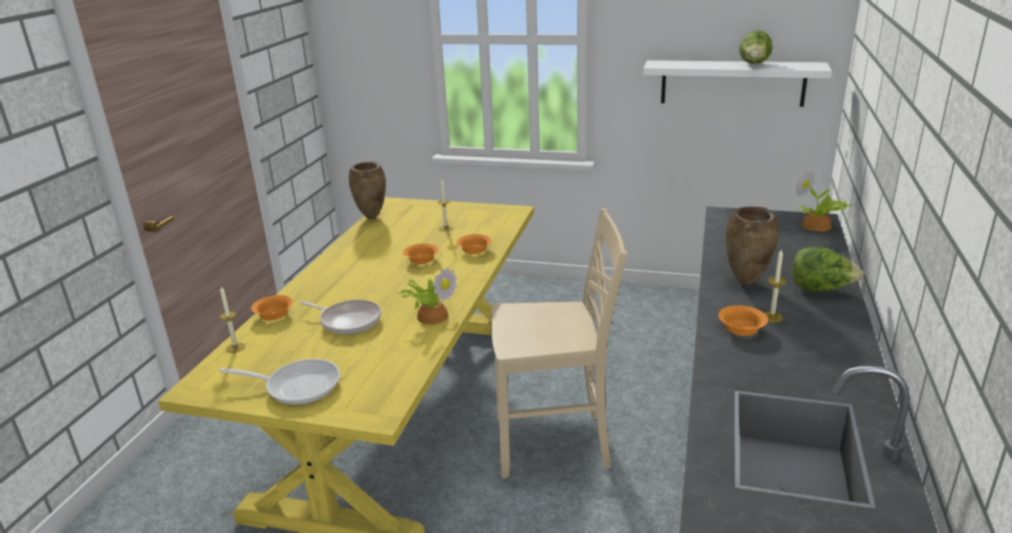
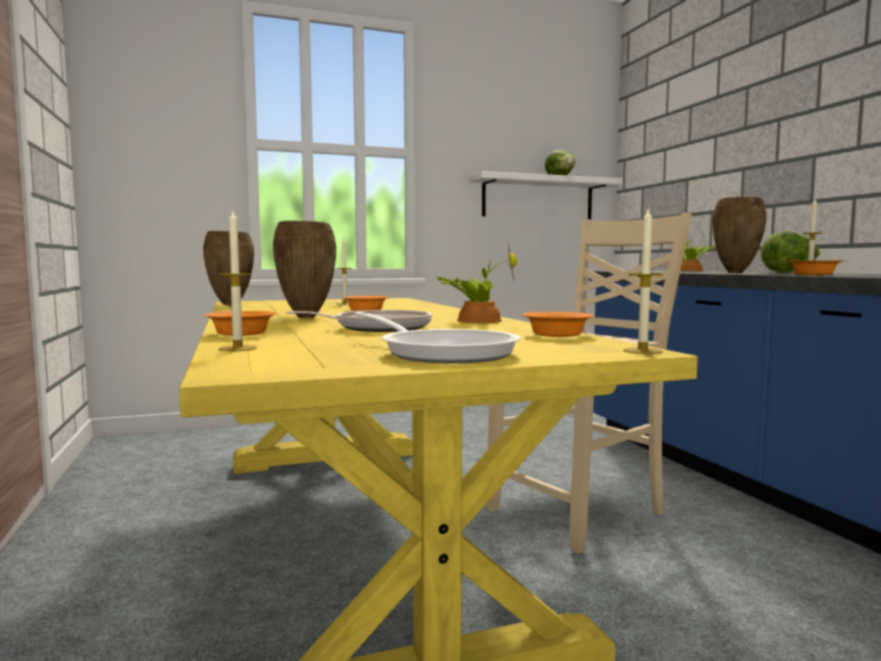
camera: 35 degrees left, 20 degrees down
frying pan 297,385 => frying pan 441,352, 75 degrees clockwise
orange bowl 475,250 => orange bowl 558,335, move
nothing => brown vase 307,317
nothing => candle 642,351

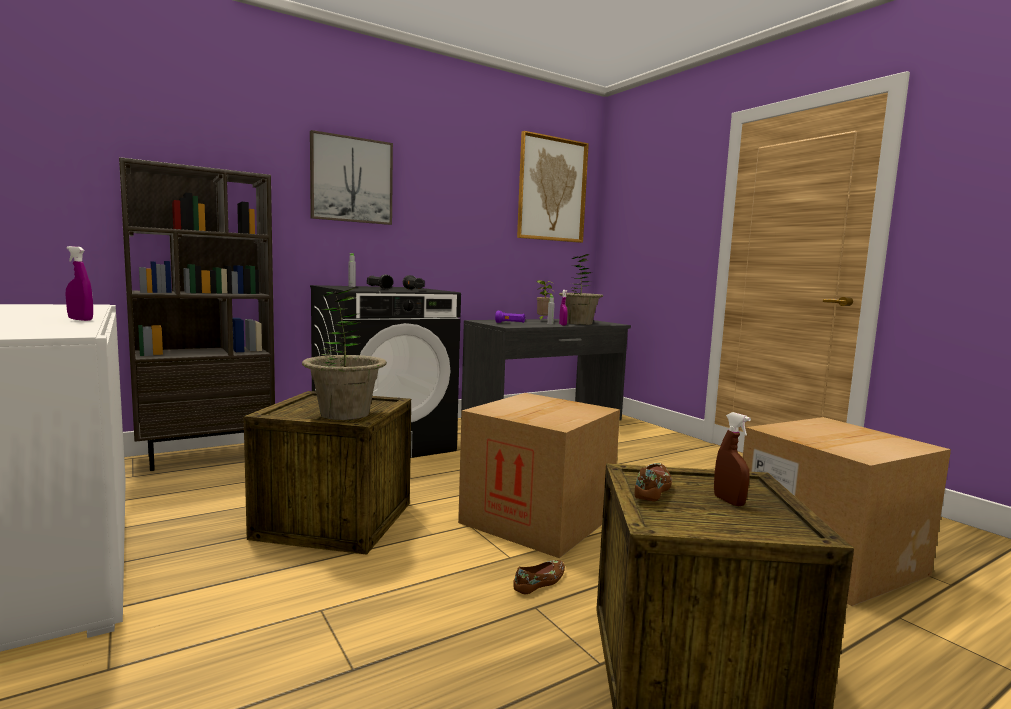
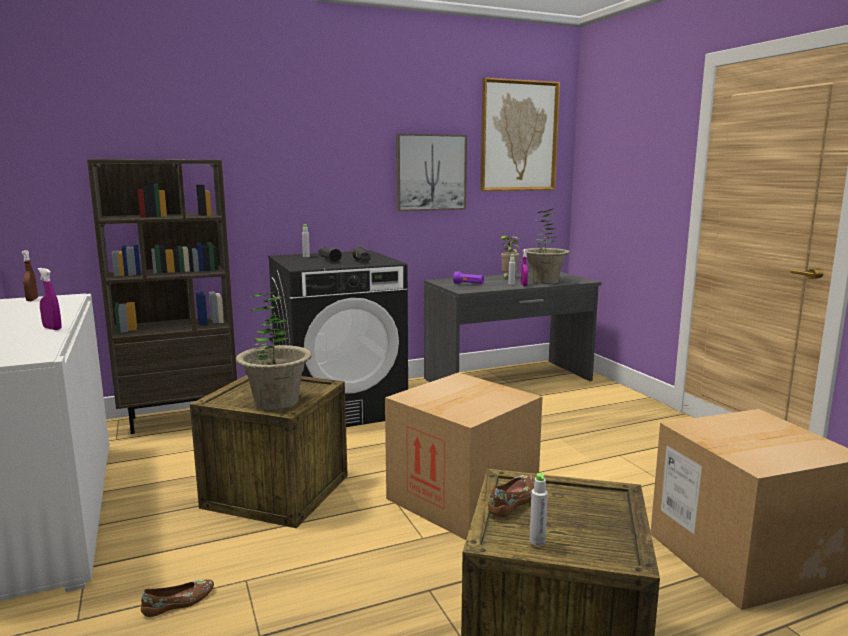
camera: 10 degrees right, 5 degrees up
picture 351,180 => picture 431,172, move
brown shoe 540,582 => brown shoe 179,603, move
brown spray bottle 729,501 => brown spray bottle 32,300, move
nothing => grey bottle 537,541

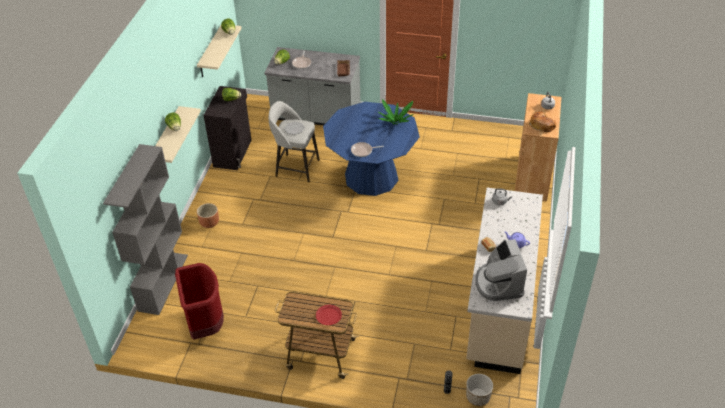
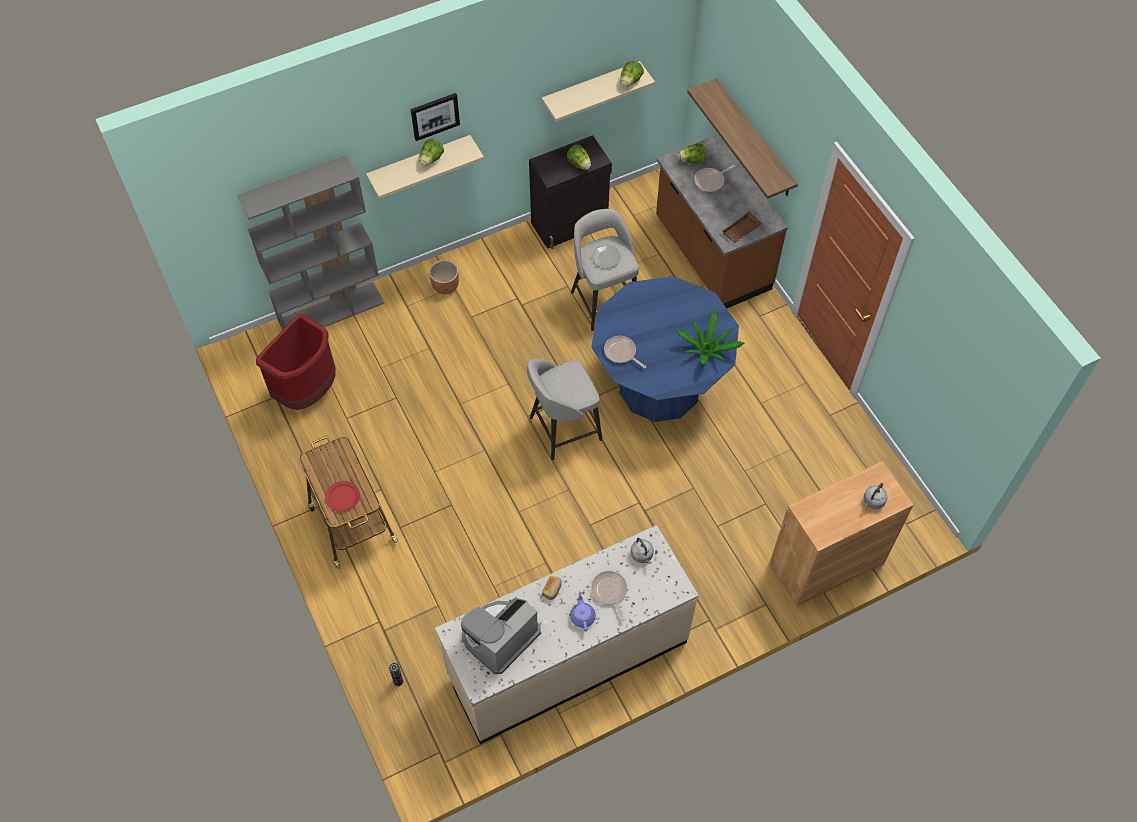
camera: 50 degrees right, 15 degrees up
grey counter 316,116 => brown counter 711,255
planter 478,397 => nothing
bread 542,125 => nothing
nothing => picture 434,116
nothing => grey stool 563,429
nothing => frying pan 609,592
nothing => shelf 754,139

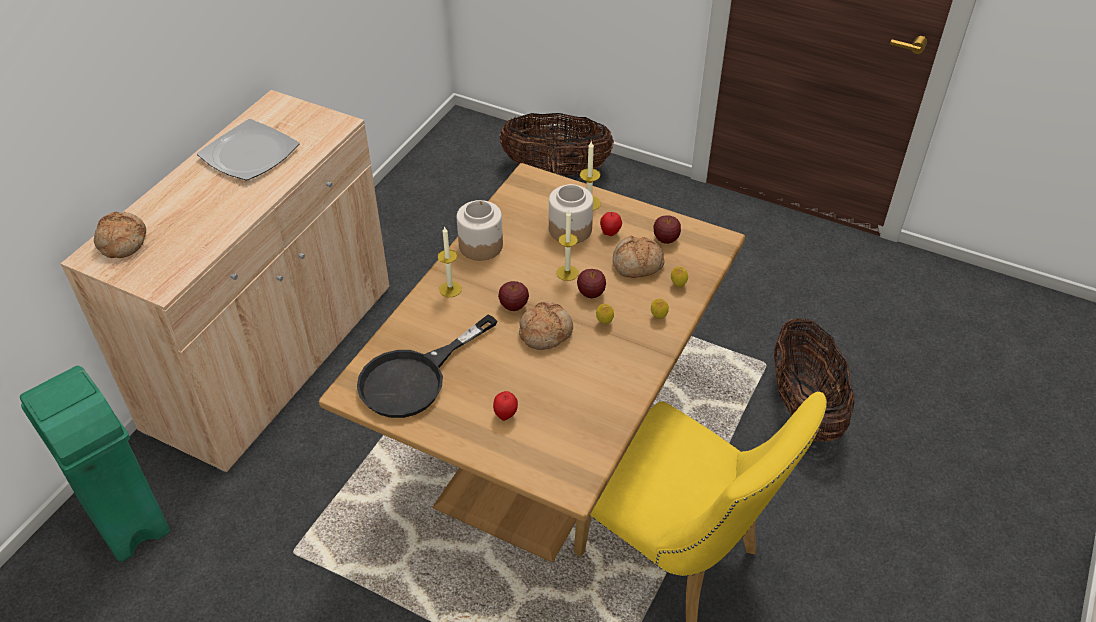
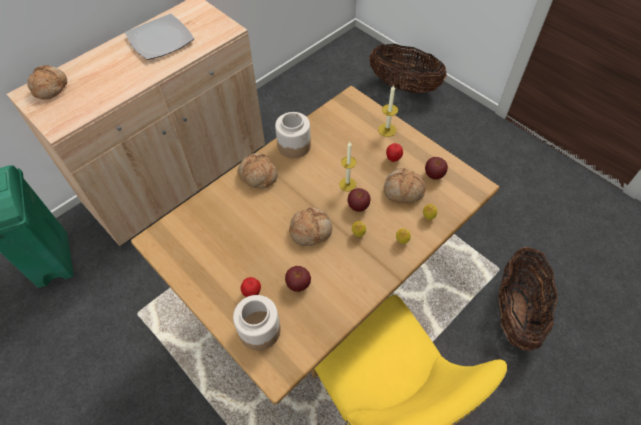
camera: 20 degrees right, 10 degrees up
black frying pan 414,378 => nothing
candle 450,289 => bread 258,175
apple 513,306 => apple 298,284, move
jar 570,229 => jar 260,330, move

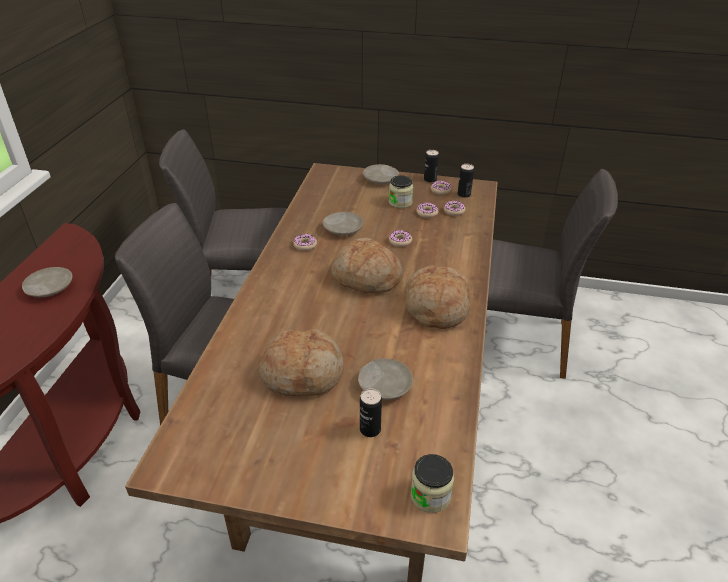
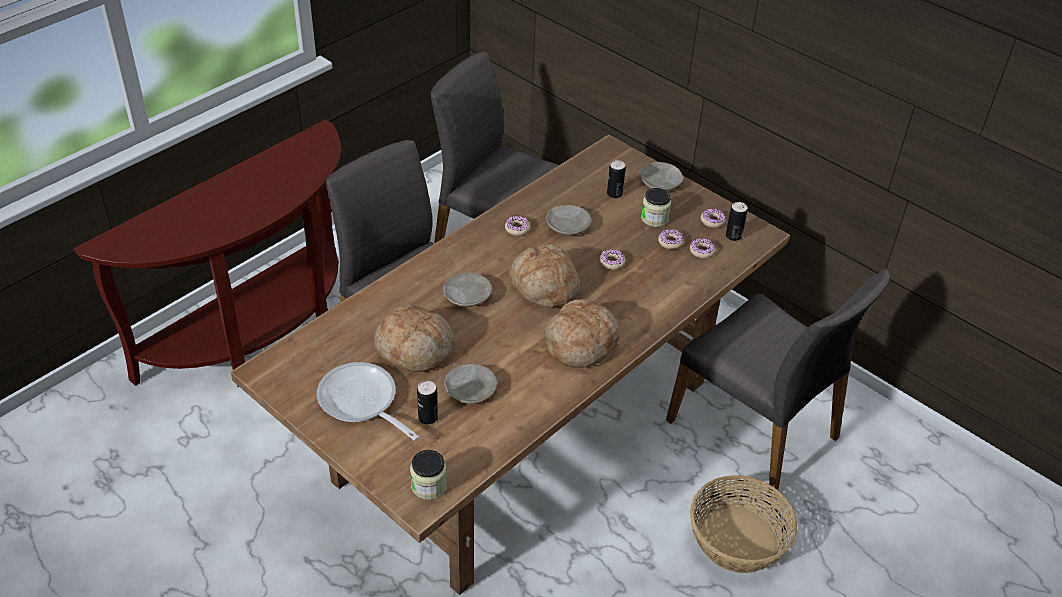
camera: 30 degrees right, 5 degrees up
beige plate 49,288 => beige plate 467,296, move
can 430,179 => can 614,194, move
nothing => frying pan 361,402
nothing => basket 738,540

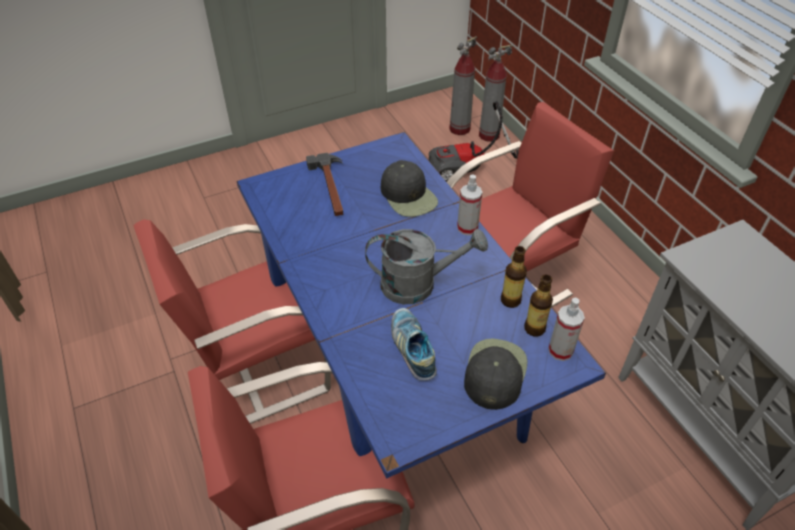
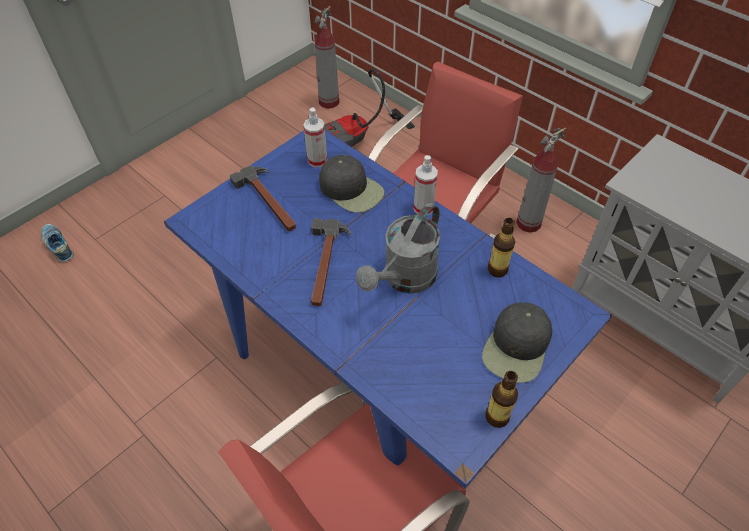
camera: 20 degrees left, 5 degrees up
red chair 258,365 => nothing
grey watering can 418,284 => grey watering can 404,279, 150 degrees clockwise
shoe 413,348 => shoe 58,246, move
black cap 494,373 => black cap 517,347, 150 degrees counterclockwise
fire extinguisher 489,135 => fire extinguisher 528,223, move
bottle 534,328 => bottle 497,417, move
spray bottle 560,350 => spray bottle 317,160, move
nothing => hammer 325,264

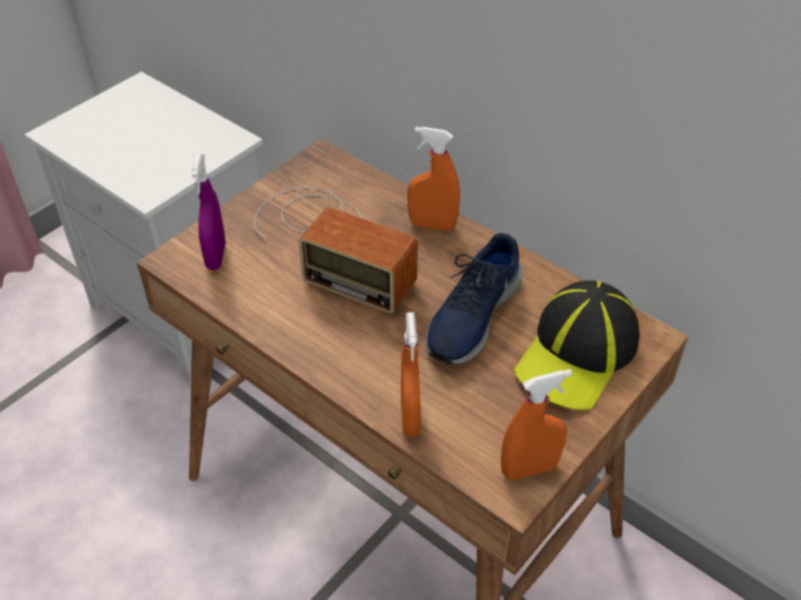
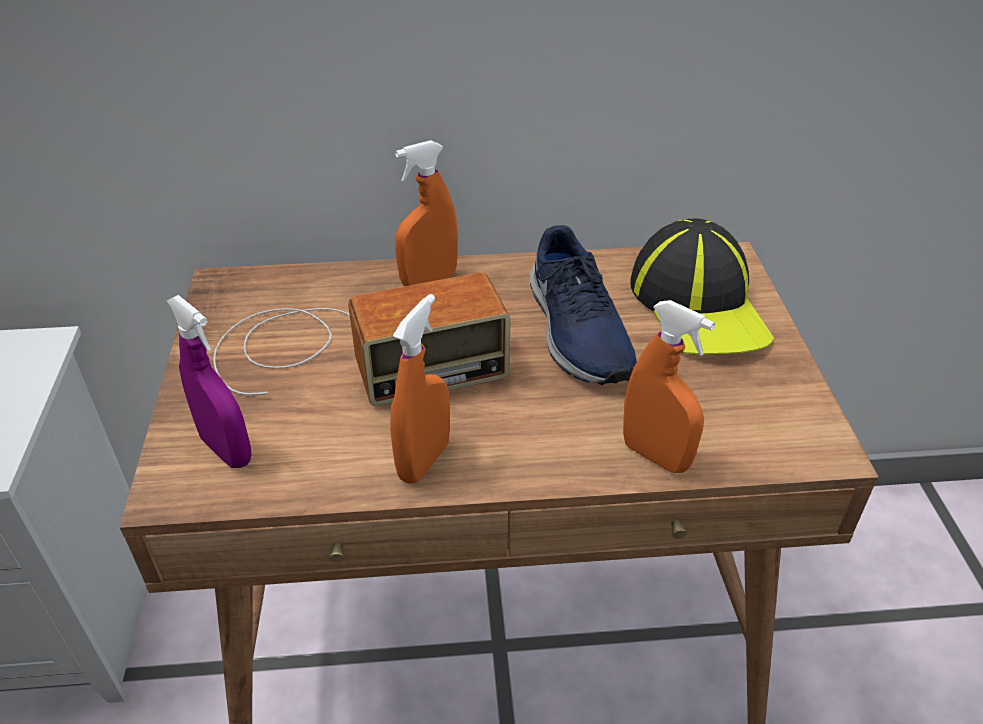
camera: 45 degrees left, 5 degrees down
orange spray bottle 529,469 => orange spray bottle 424,461, move

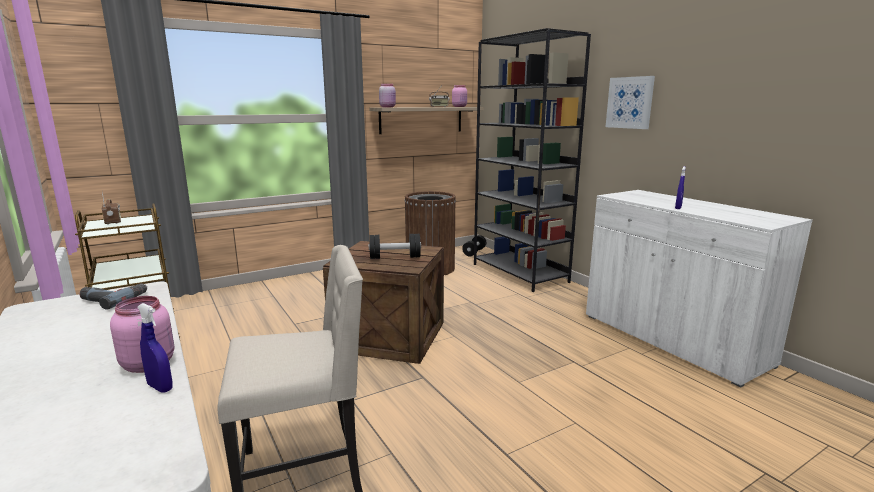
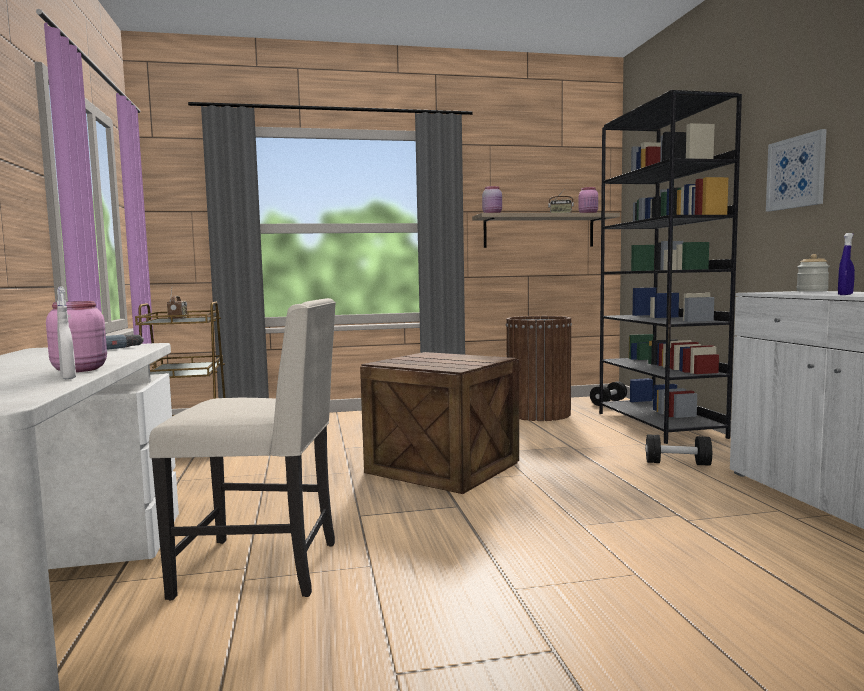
camera: 20 degrees right, 10 degrees down
blue spray bottle 160,387 => white spray bottle 68,378
black dumbbell 395,257 => black dumbbell 677,463, move
nothing => jar 812,291

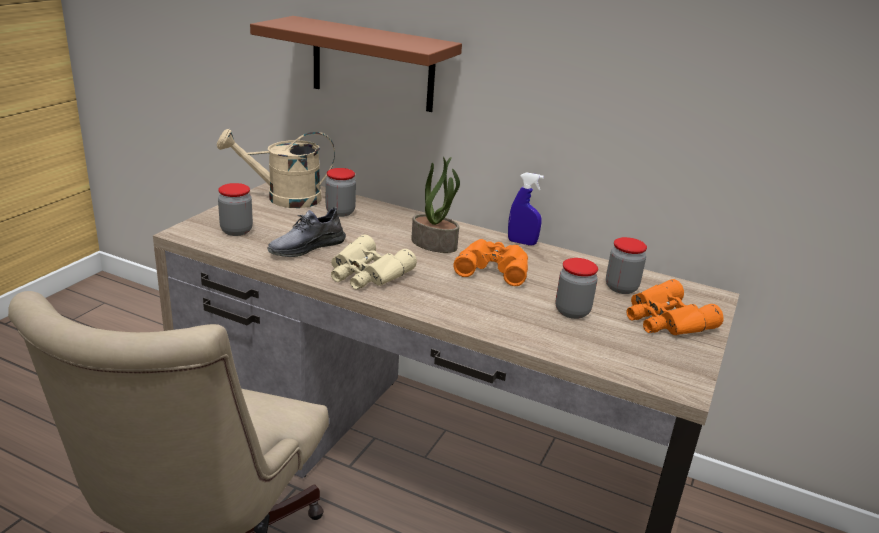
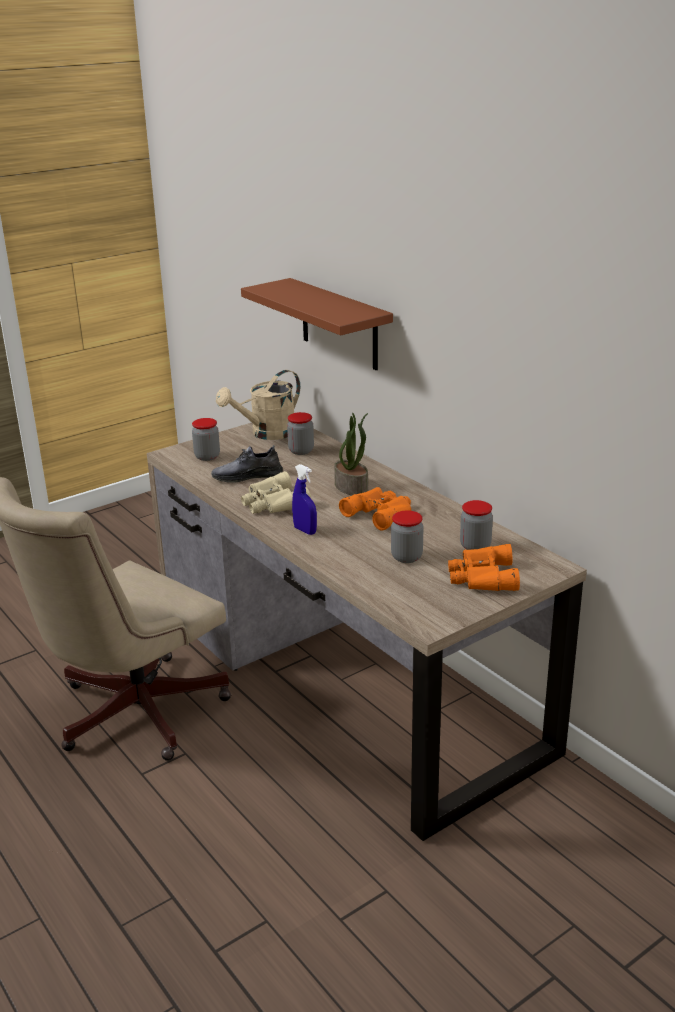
camera: 30 degrees right, 0 degrees up
beige watering can 284,198 => beige watering can 267,434, 60 degrees counterclockwise
blue spray bottle 522,242 => blue spray bottle 305,531, move

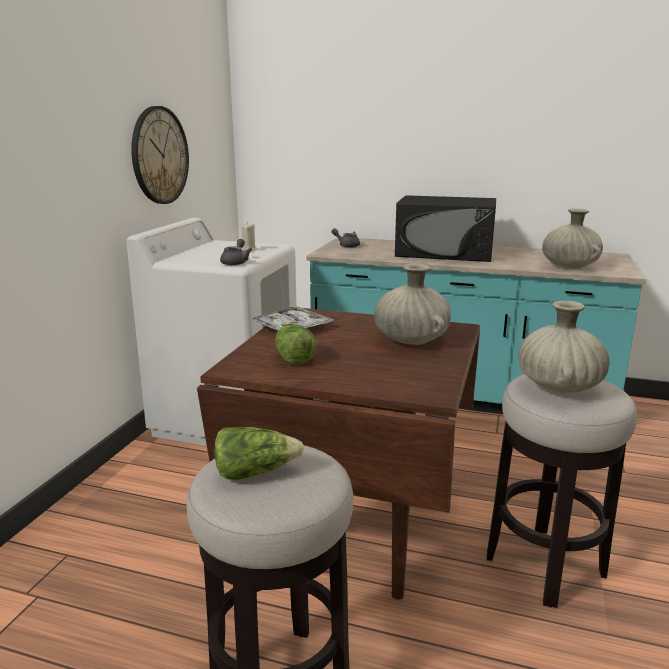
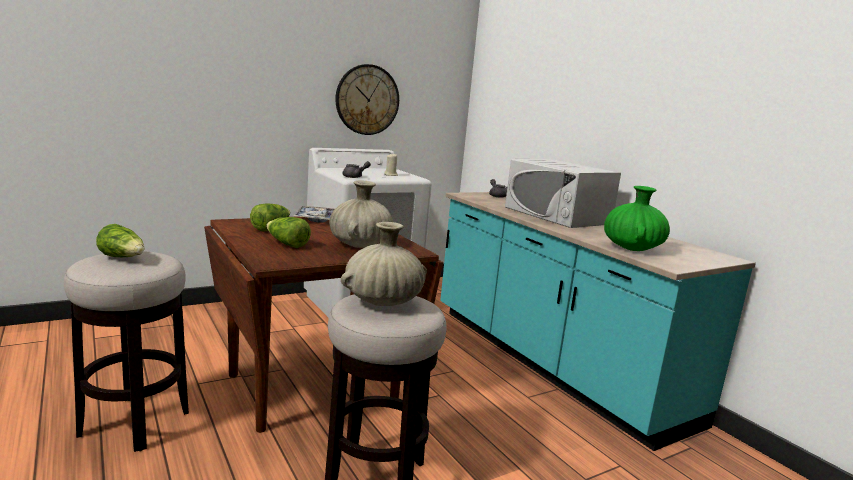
camera: 40 degrees right, 5 degrees down
black microwave 444,252 => white microwave 556,215
beige vase 569,266 => green vase 632,248
nothing => lettuce 287,244

